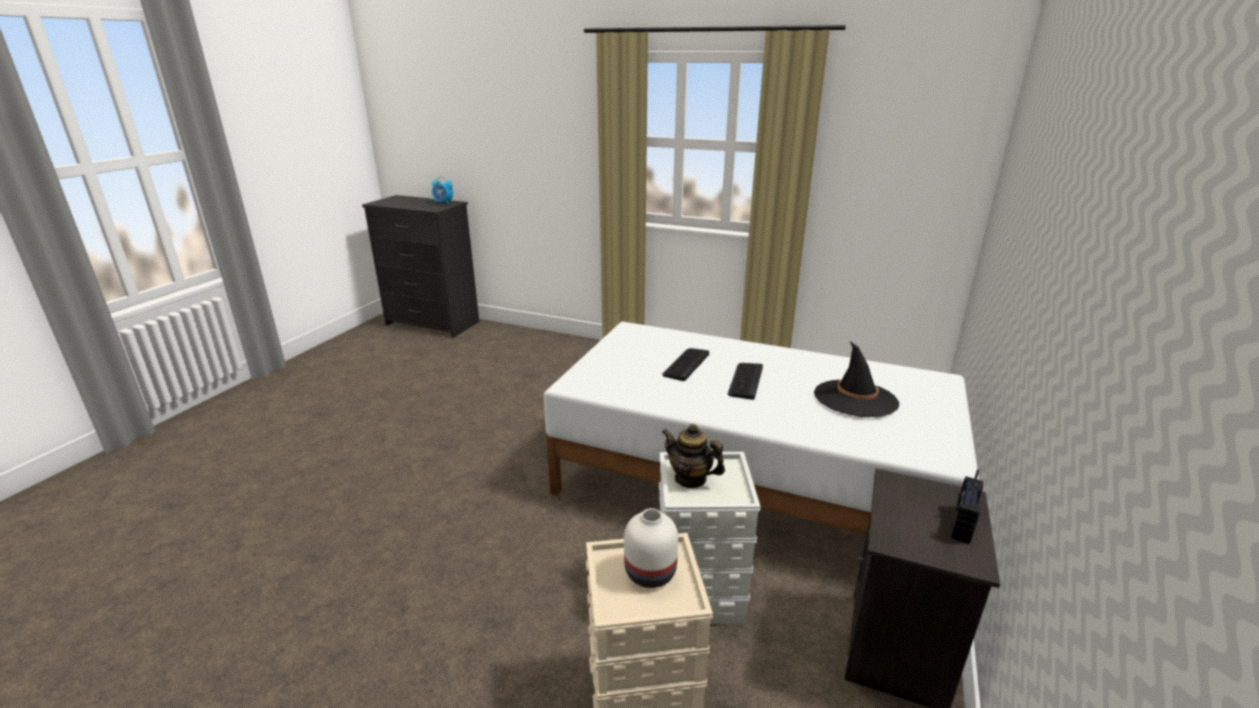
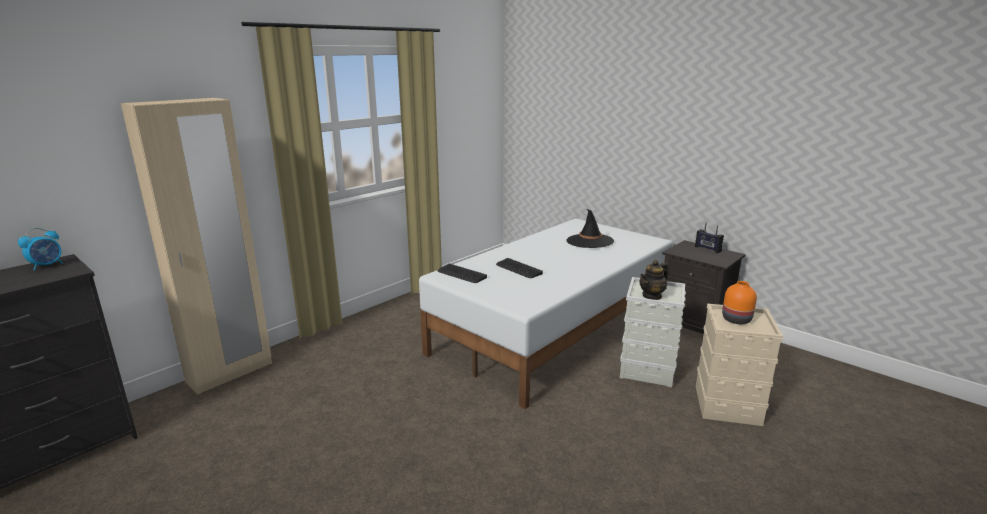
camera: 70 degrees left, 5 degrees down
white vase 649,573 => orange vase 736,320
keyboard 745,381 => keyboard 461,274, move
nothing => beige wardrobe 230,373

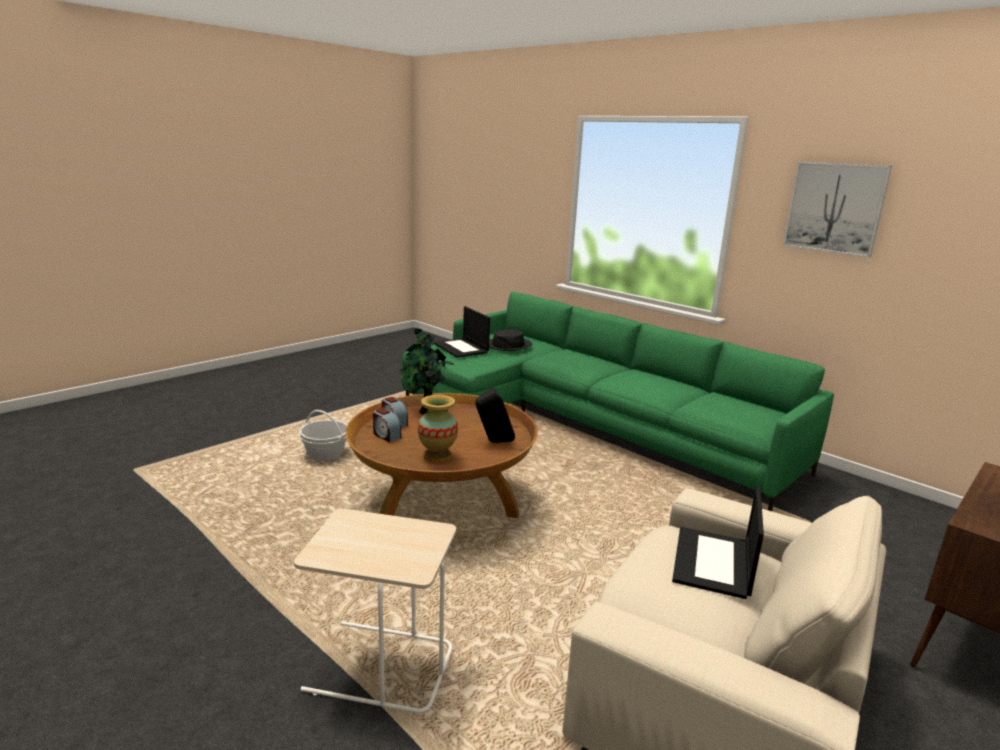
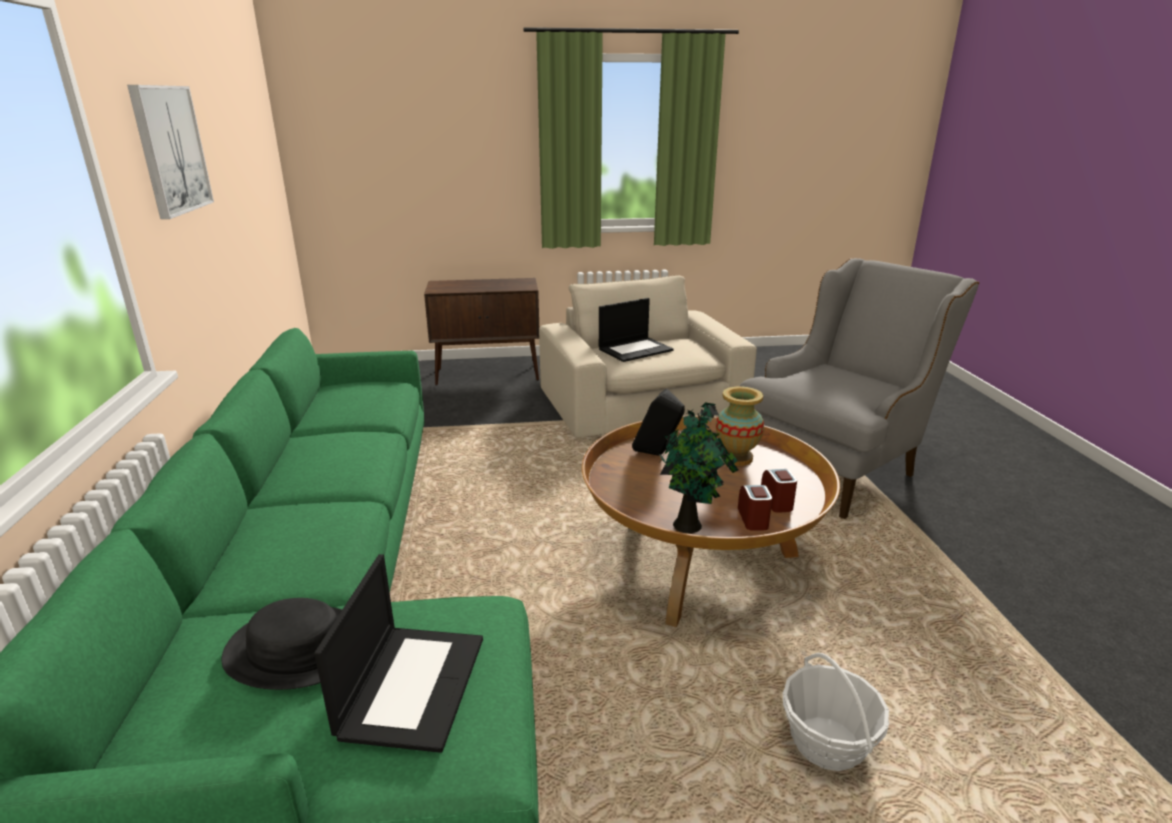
camera: 140 degrees left, 5 degrees up
beige side table 379,667 => grey armchair 836,467

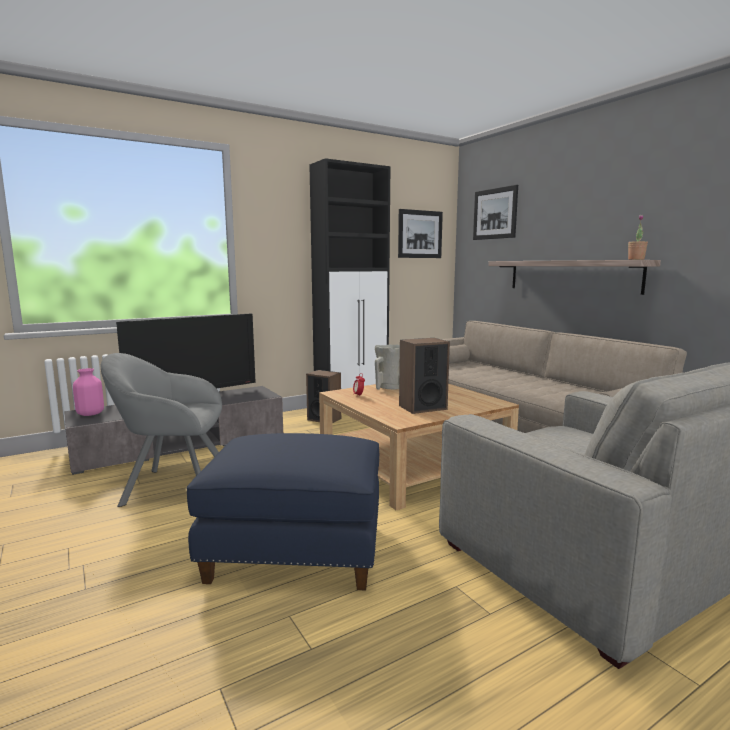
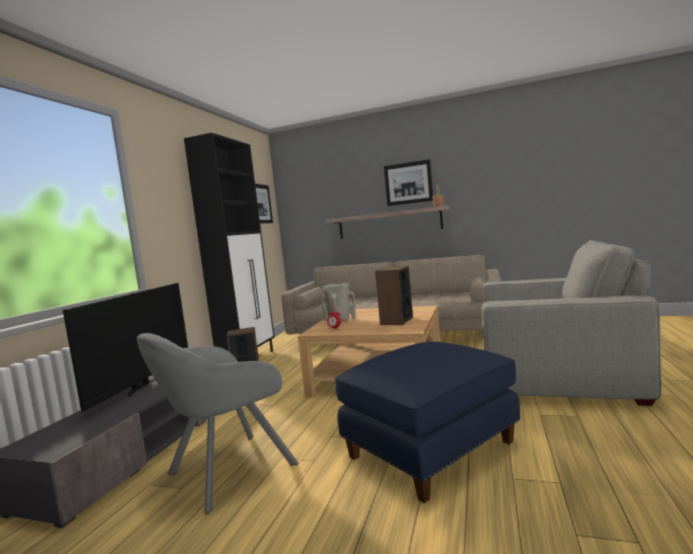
camera: 40 degrees left, 5 degrees down
pink vase 90,414 => nothing
picture 495,213 => picture 408,183, move

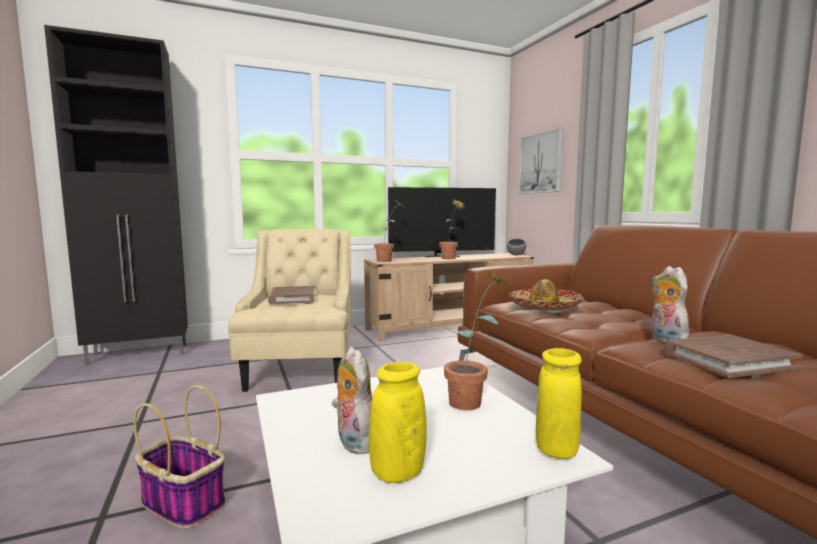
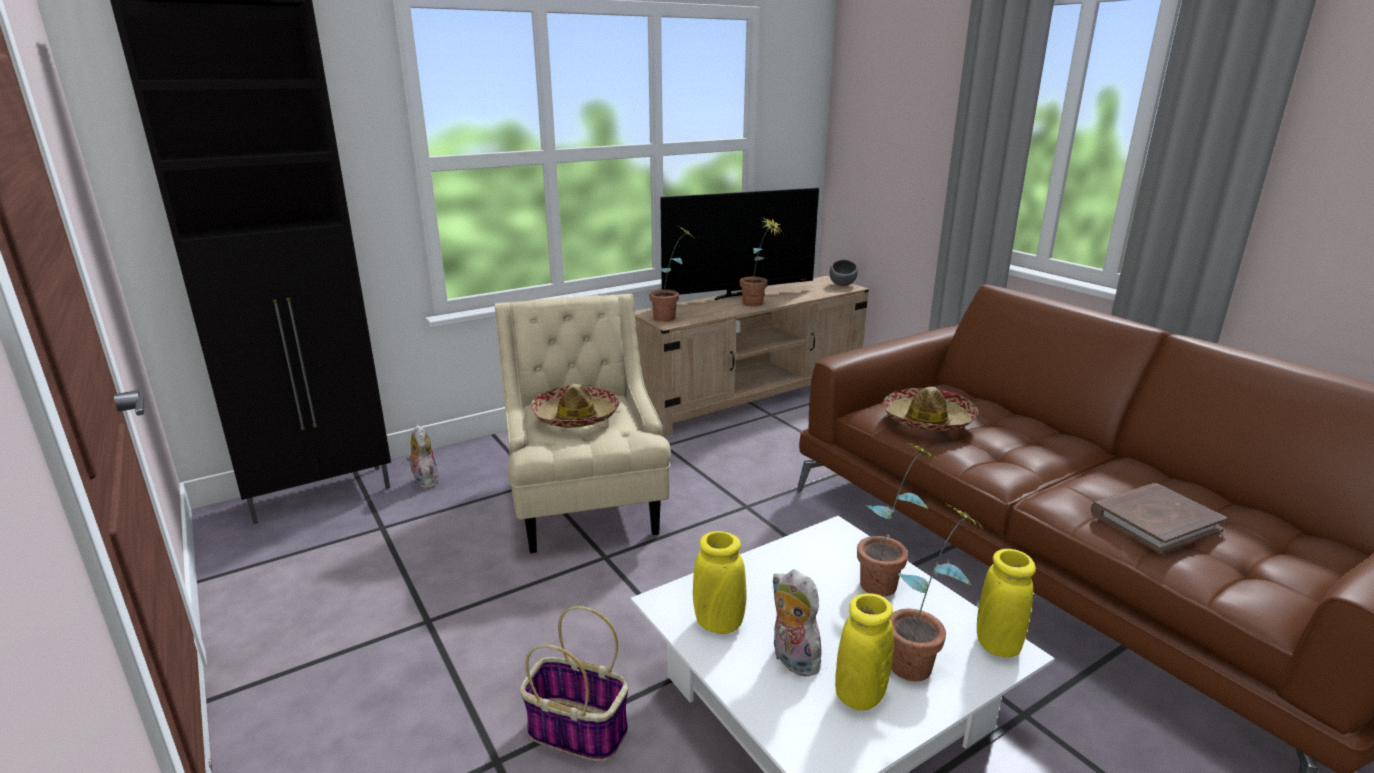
camera: 10 degrees left, 15 degrees up
brown book 292,298 => hat 576,416
picture 540,163 => nothing
plush toy 665,340 => plush toy 424,481, move
nothing => yellow vase 718,623
nothing => potted plant 921,661

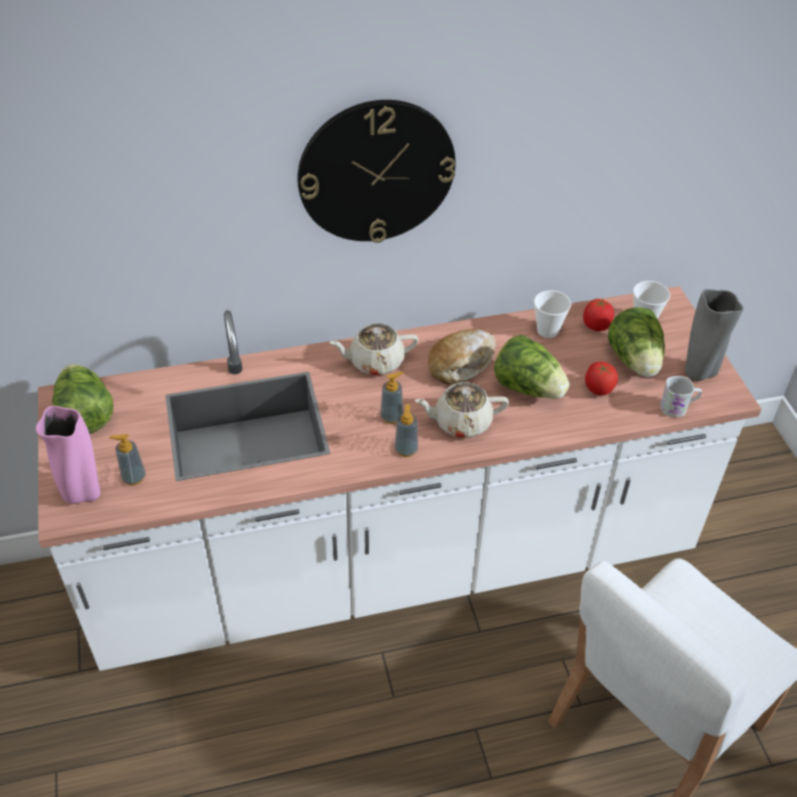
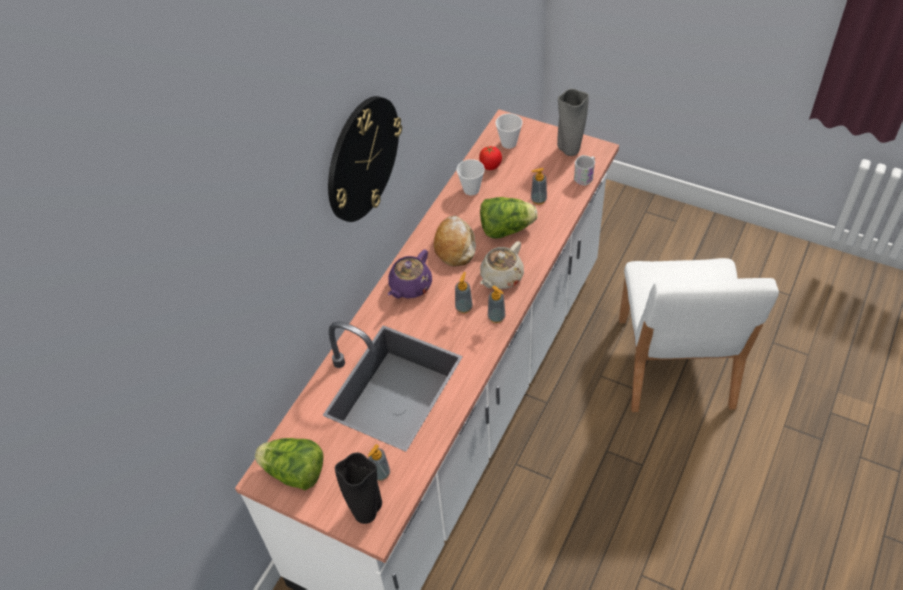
camera: 45 degrees left, 5 degrees up
pink vase 83,493 => black vase 366,510
beige teapot 375,362 => purple teapot 410,286
tomato 598,389 => soap dispenser 538,199
lettuce 635,361 => nothing

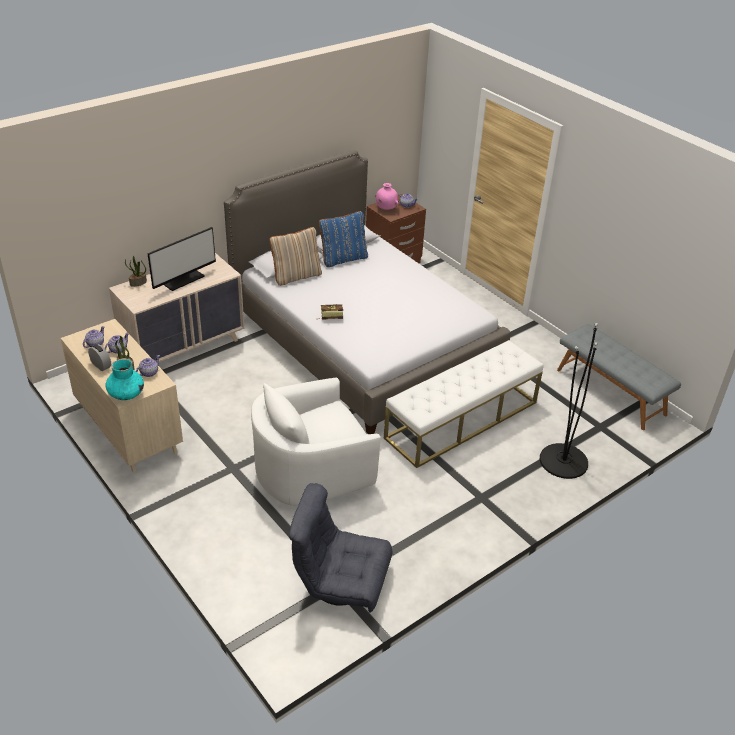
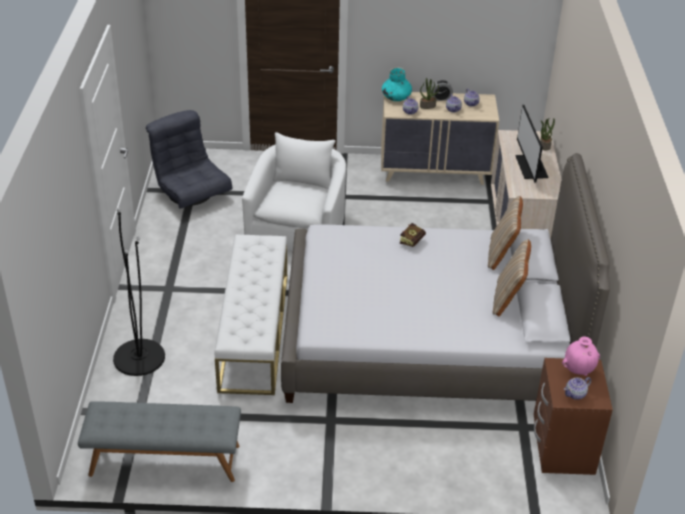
camera: 130 degrees right, 0 degrees up
grey armchair 341,581 => grey armchair 191,193, 90 degrees counterclockwise
blue pillow 343,258 => beige pillow 508,299

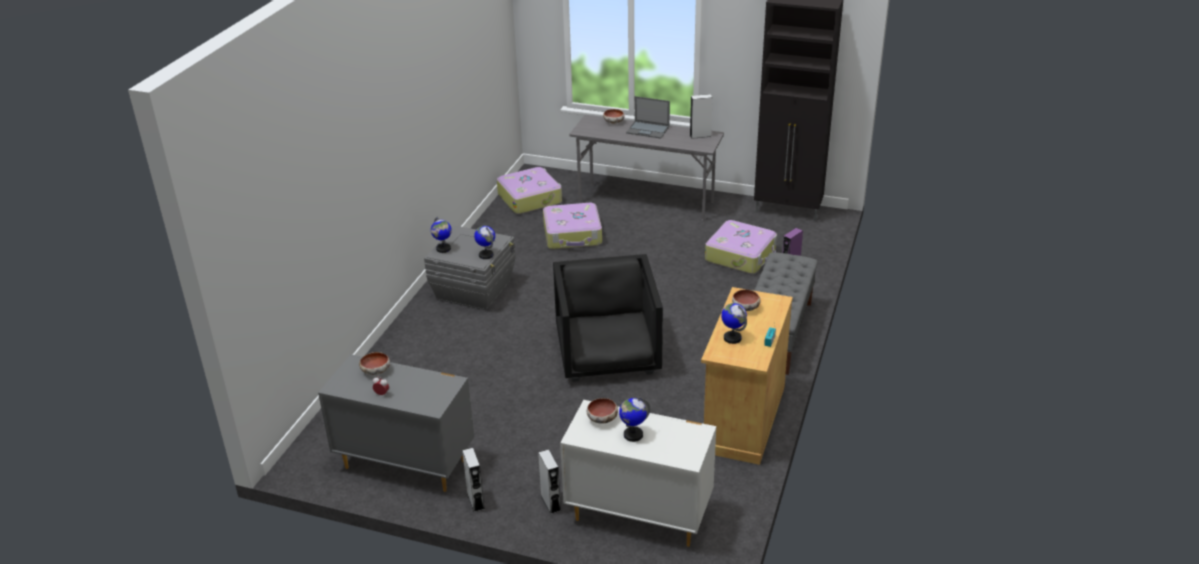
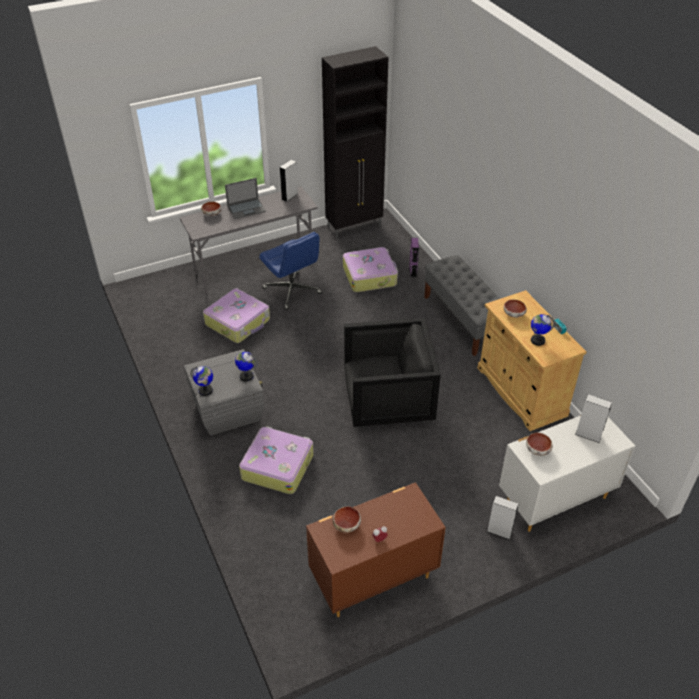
camera: 45 degrees left, 10 degrees up
grey dresser 405,463 => brown dresser 372,579
grey speaker 475,501 => grey speaker 588,435, move
suitcase 530,198 => suitcase 277,466, move
black armchair 608,354 => black armchair 387,400, 135 degrees clockwise
globe 633,435 => nothing
nothing => blue office chair 292,291

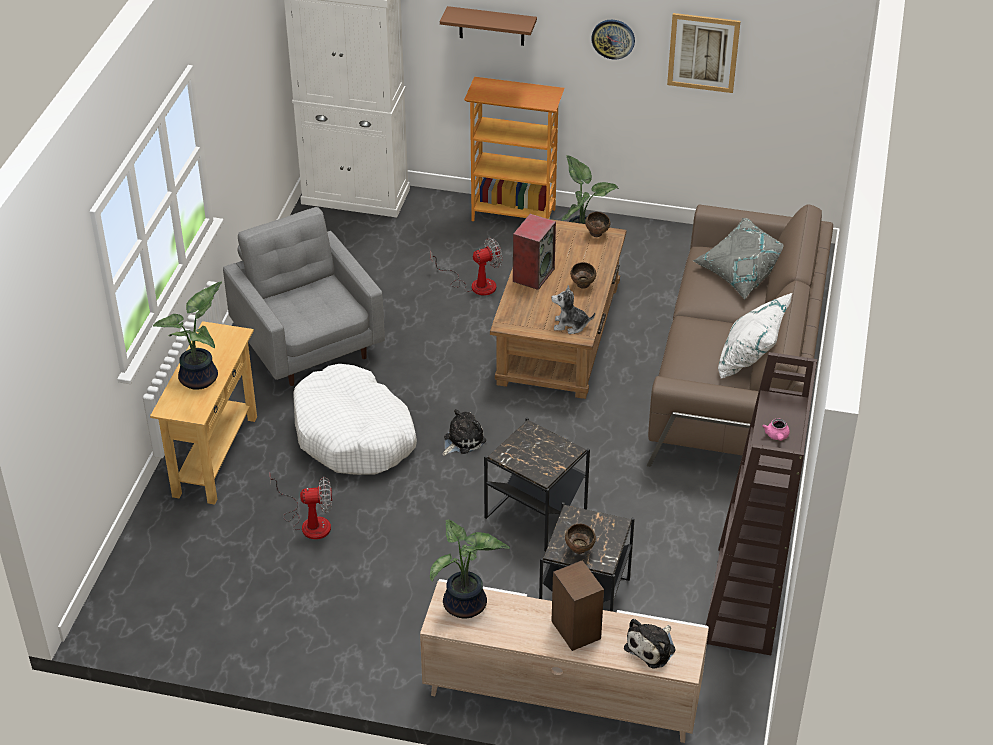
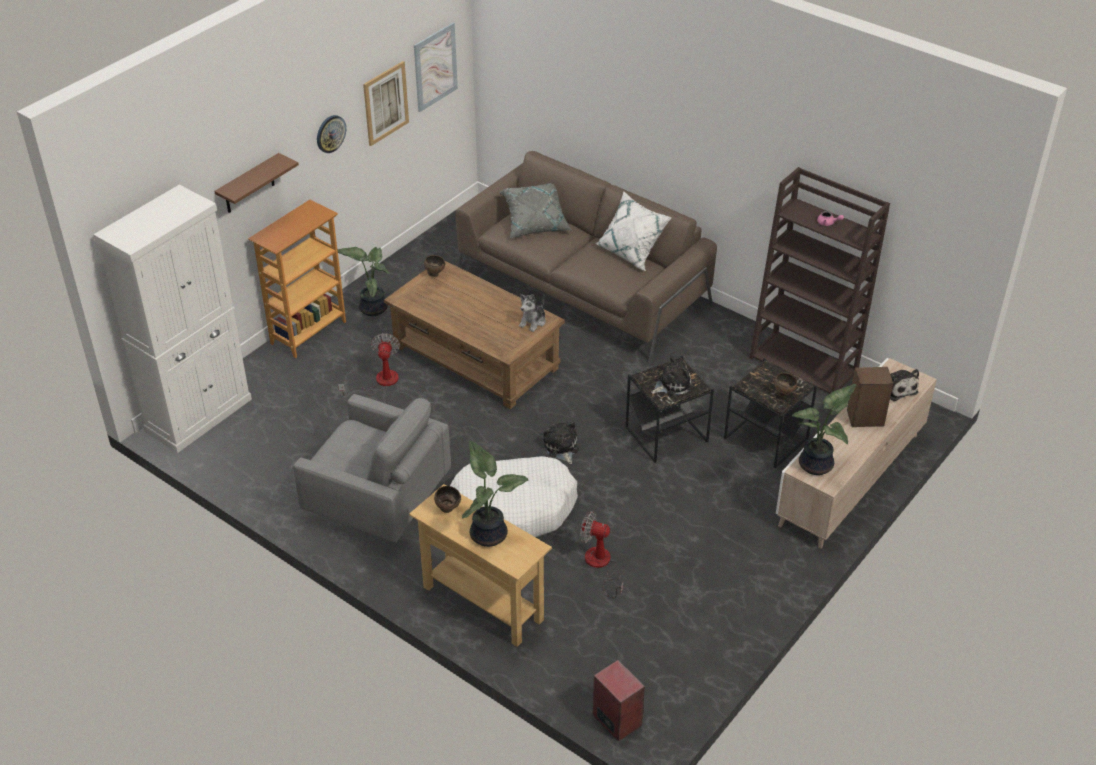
camera: 65 degrees left, 0 degrees up
grey armchair 308,343 => grey armchair 378,503, 150 degrees counterclockwise
fan 309,522 => fan 601,565, 90 degrees counterclockwise
speaker 533,274 => speaker 616,720, move
brown bowl 583,286 => brown bowl 448,508, move
nothing => picture 435,67
nothing => plush toy 672,384

